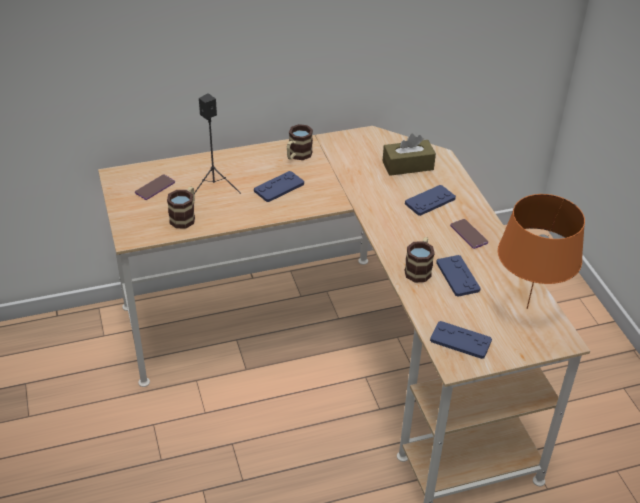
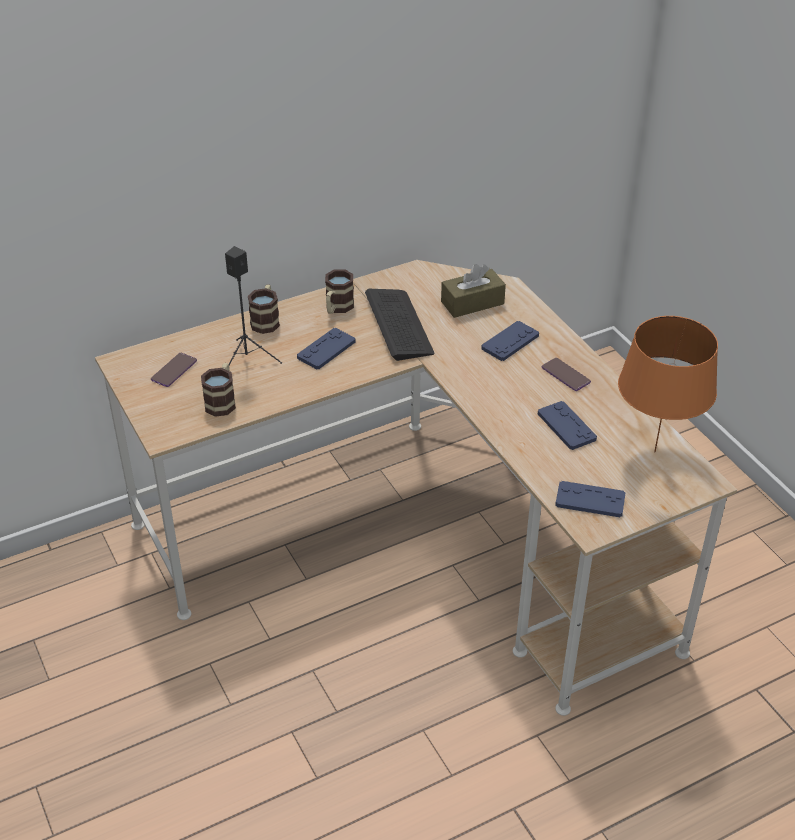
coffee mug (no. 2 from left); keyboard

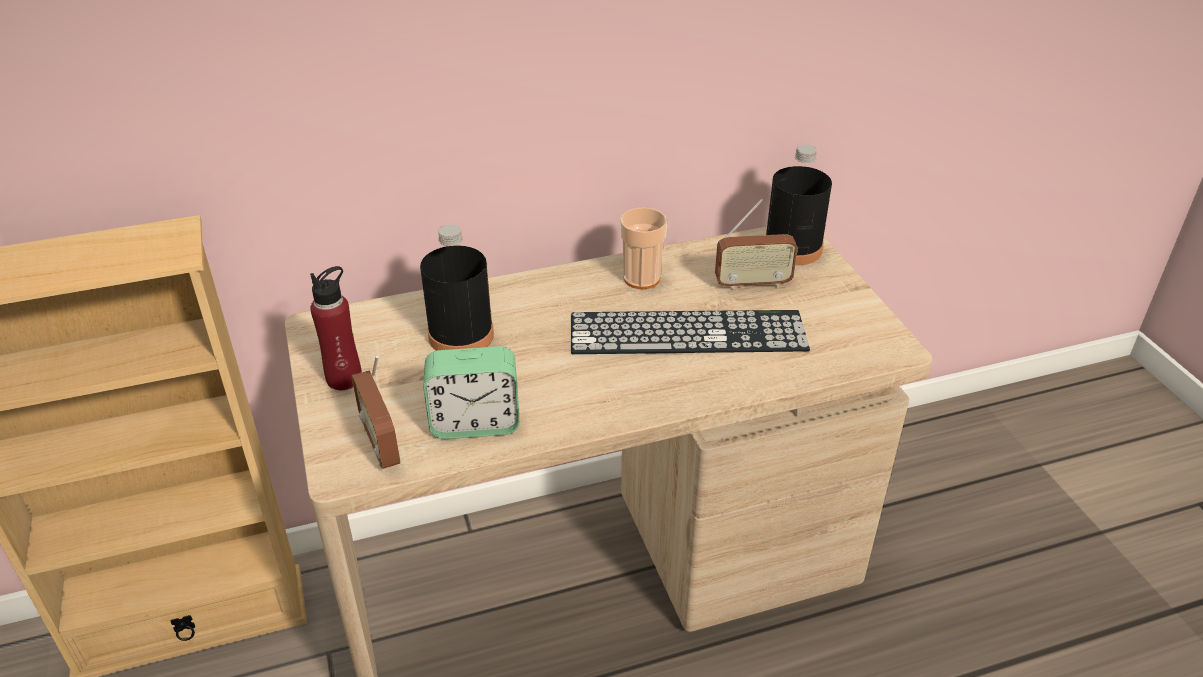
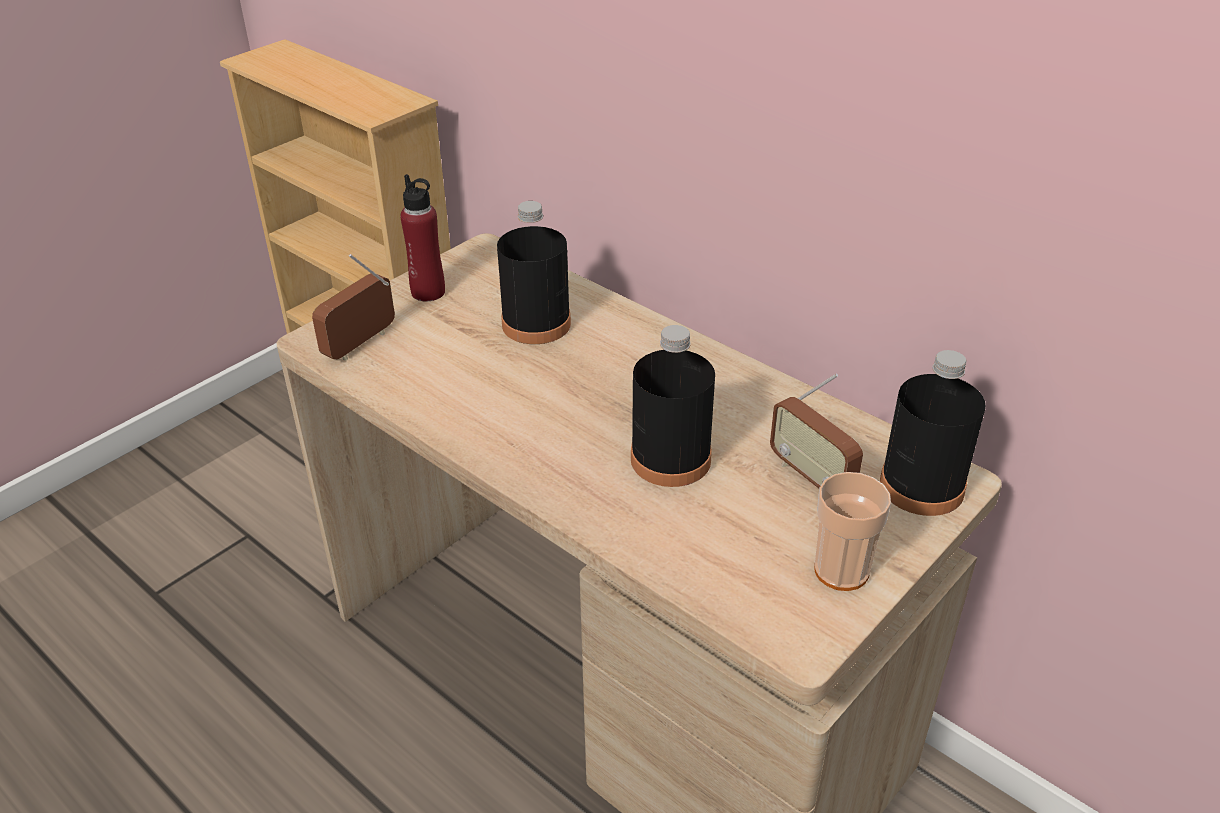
alarm clock; drink bottle (black-coloured) (no. 2 from left); drinking cup

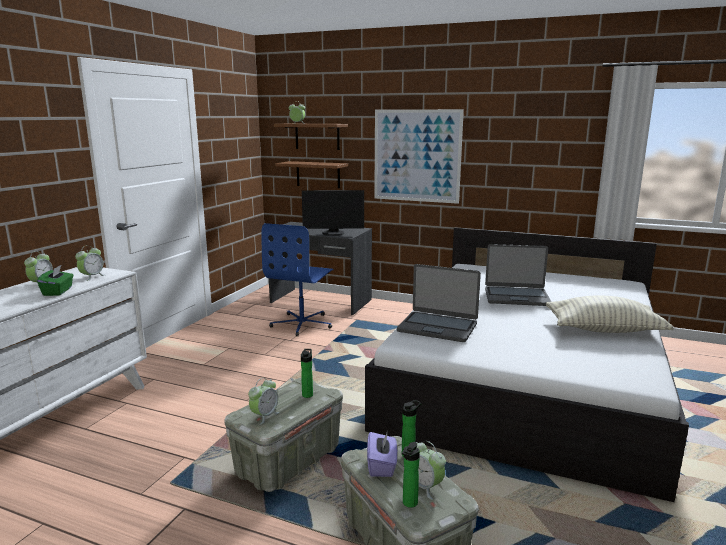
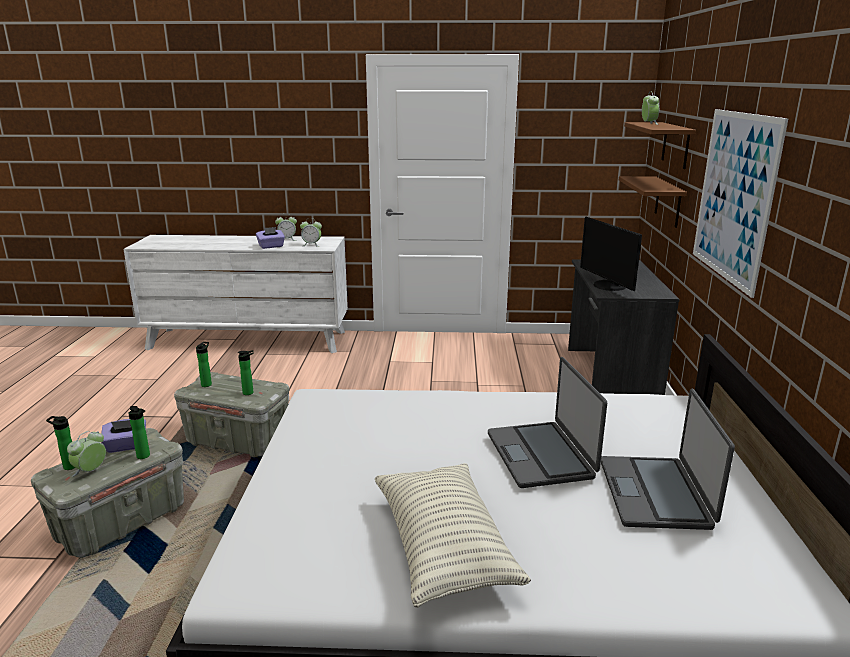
box of tissues (purplish) (no. 2 from left); drink bottle (no. 3 from left); computer chair (blue); notebook computer (no. 2 from left)

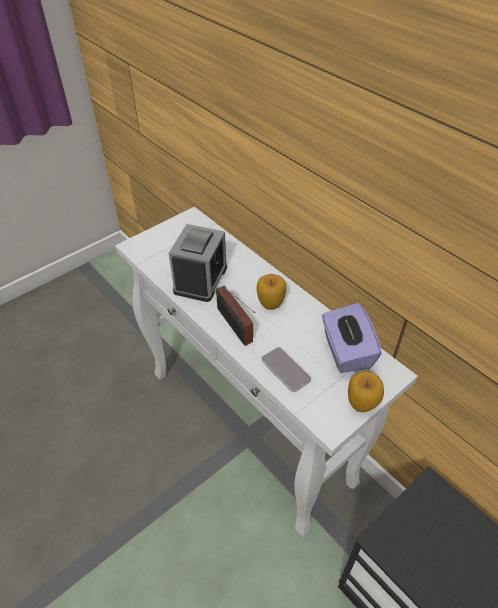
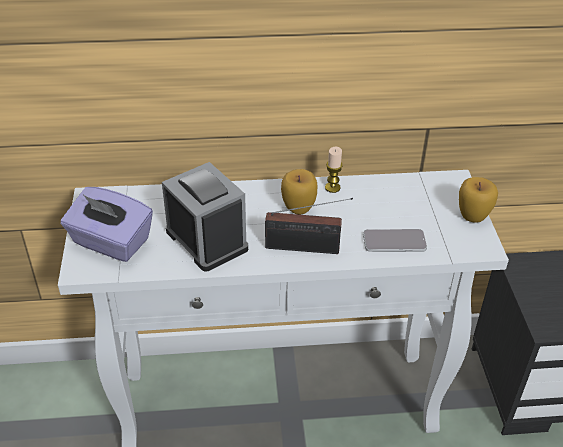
box of tissues (purplish); candle

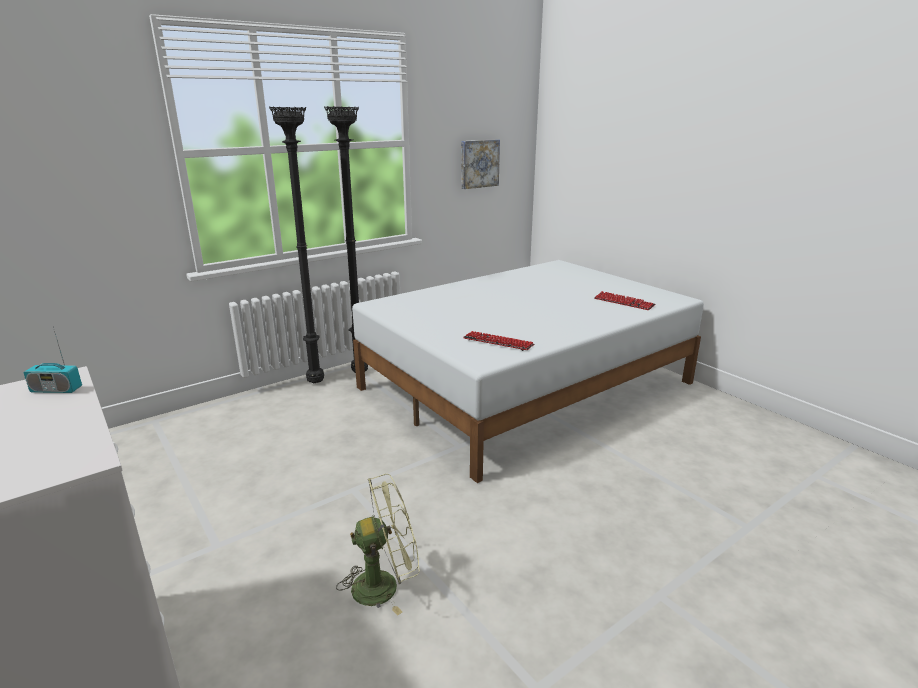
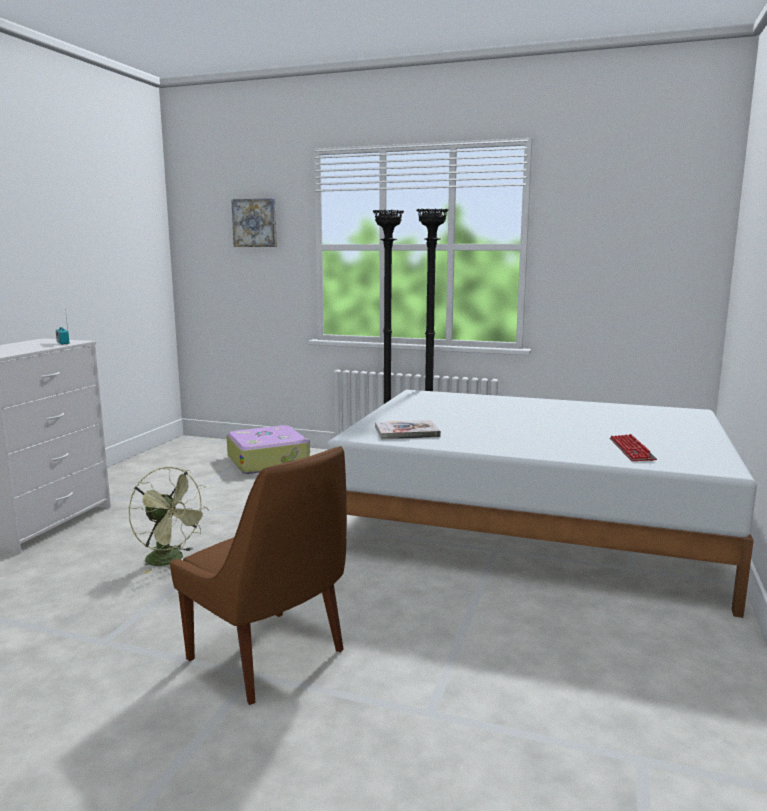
wall art; bound book; chair (brown-coloured); suitcase

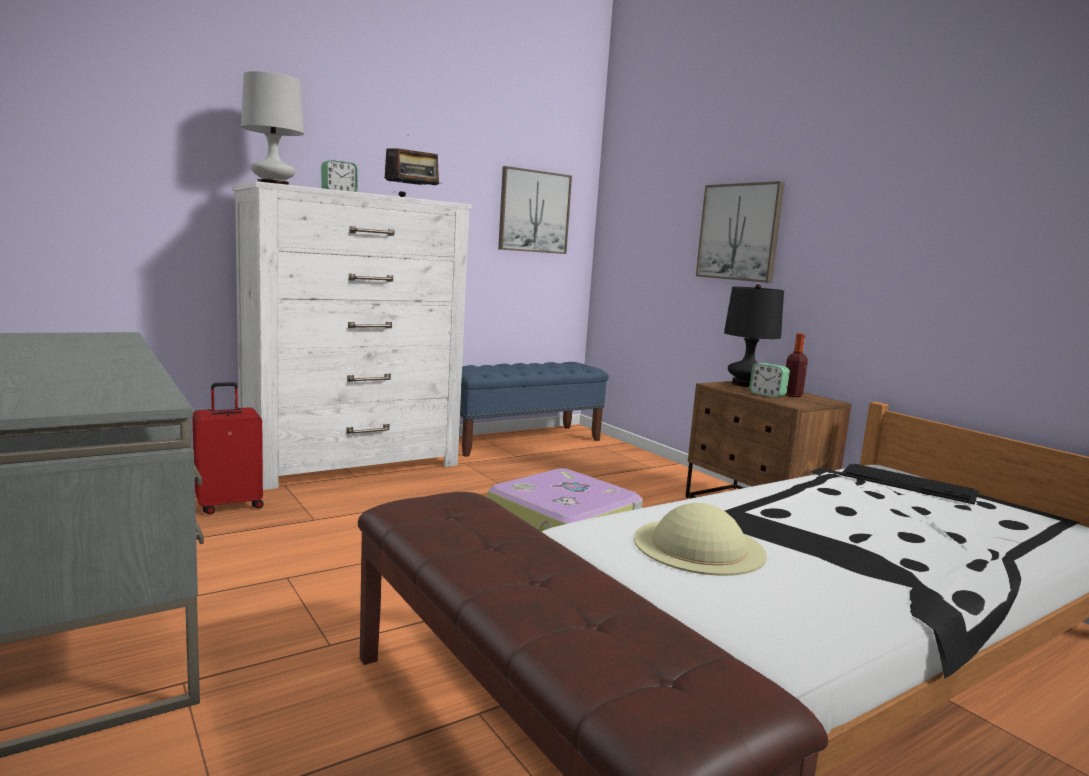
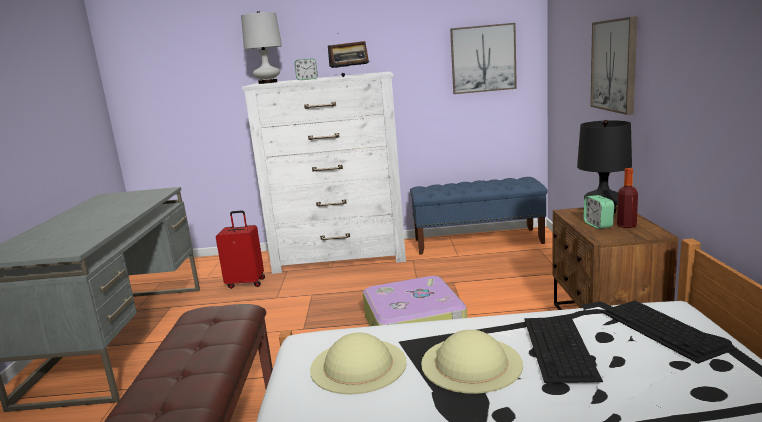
clothing hat (beige-coloured) (no. 2 from left); keyboard (no. 1 from left)

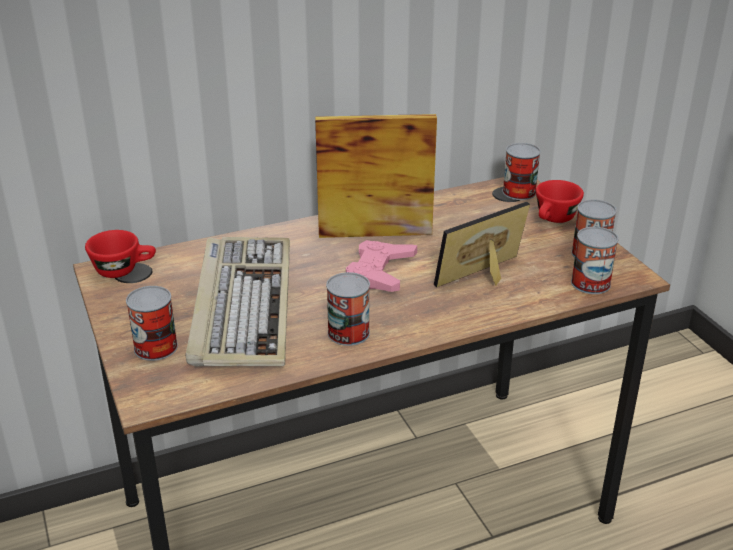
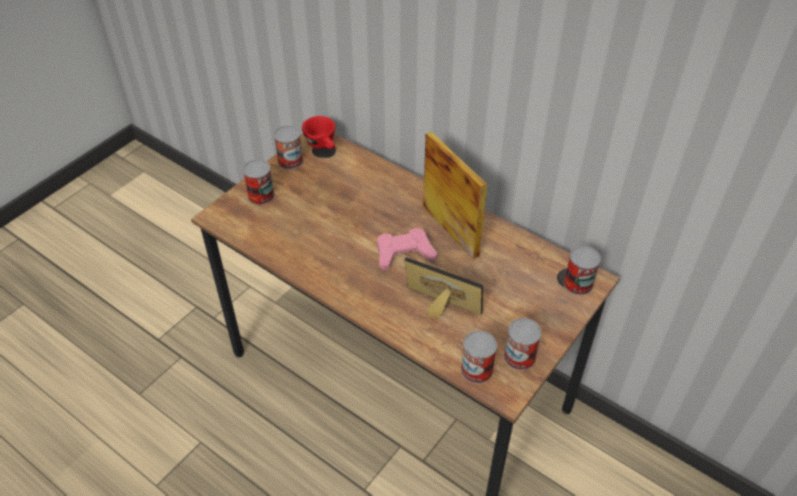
keyboard; metal can (no. 2 from left); drinking cup (red-coloured) (no. 2 from left in the first image)

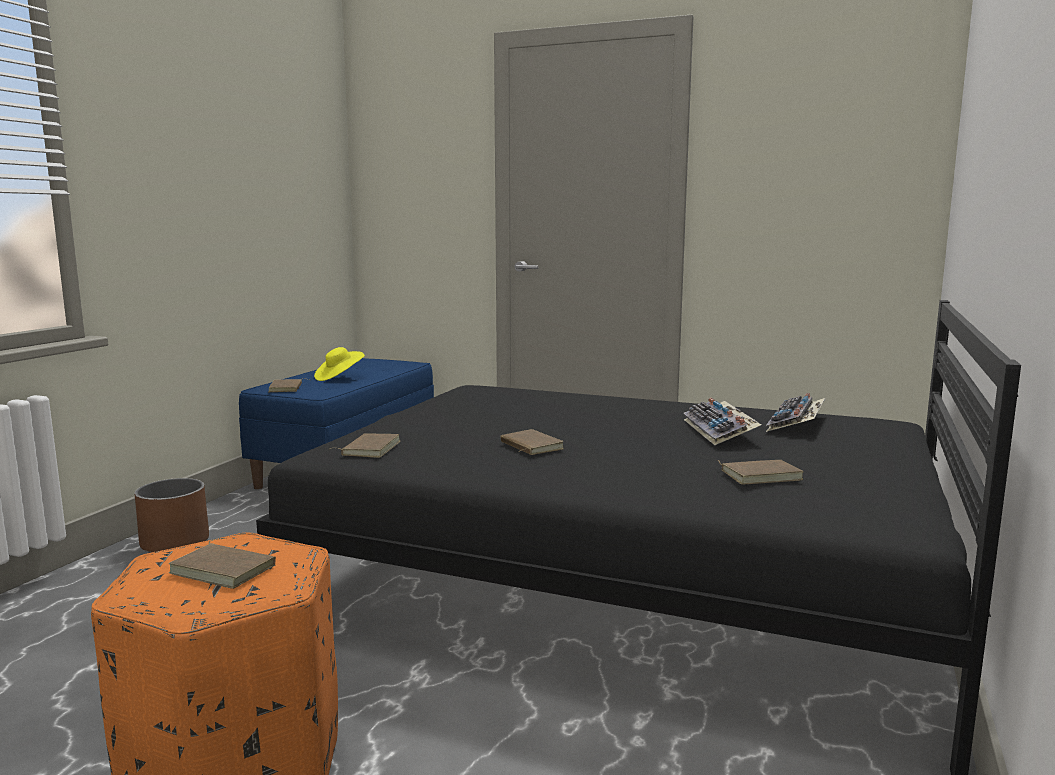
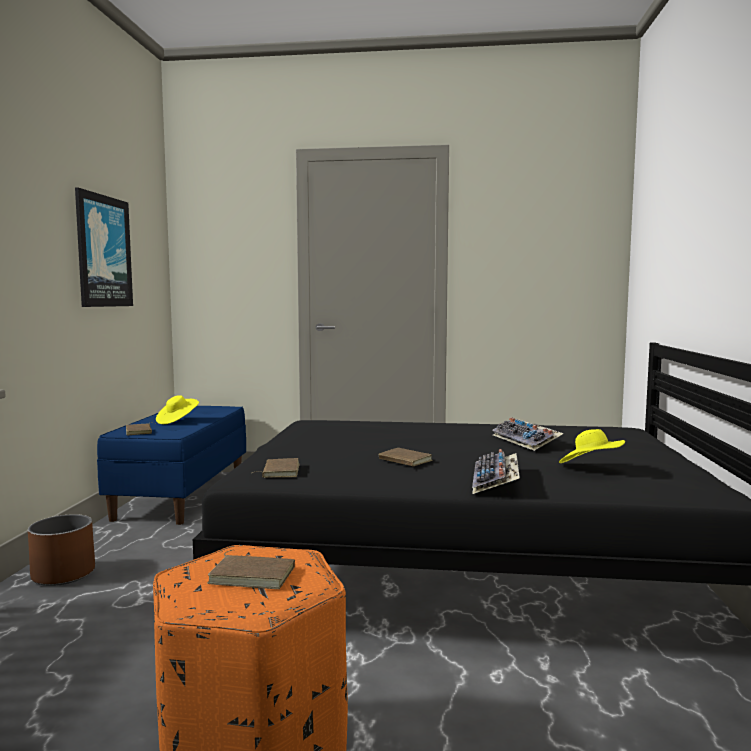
clothing hat (yellow-coloured) (no. 2 from left); keyboard (no. 1 from left); wall art

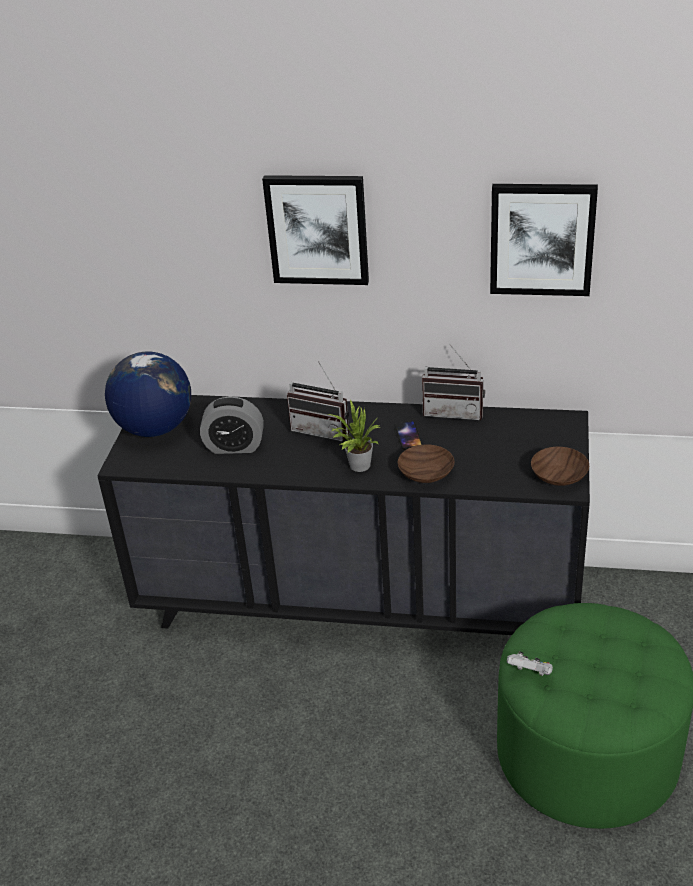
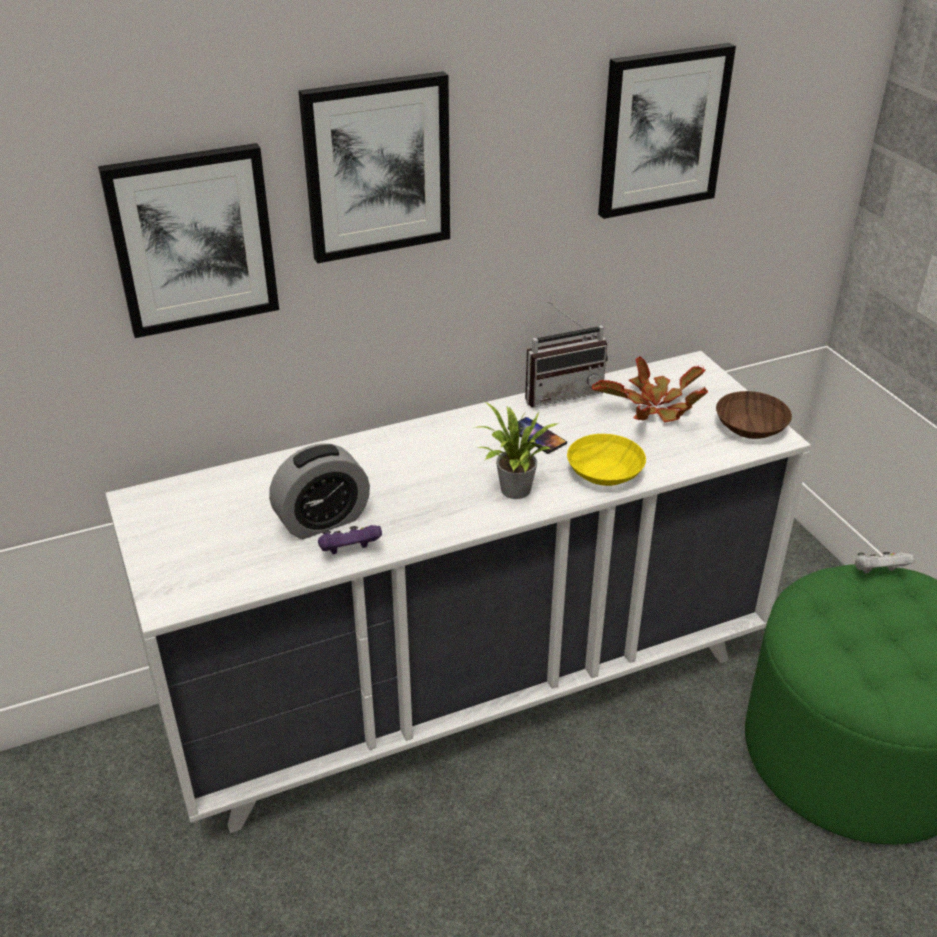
chest of drawers (white); desk globe; radio (no. 1 from left in the first image); deep dish (yellow-coloured); gamepad (white); wall art (no. 1 from left); gamepad (purplish); houseplant (no. 2 from left)

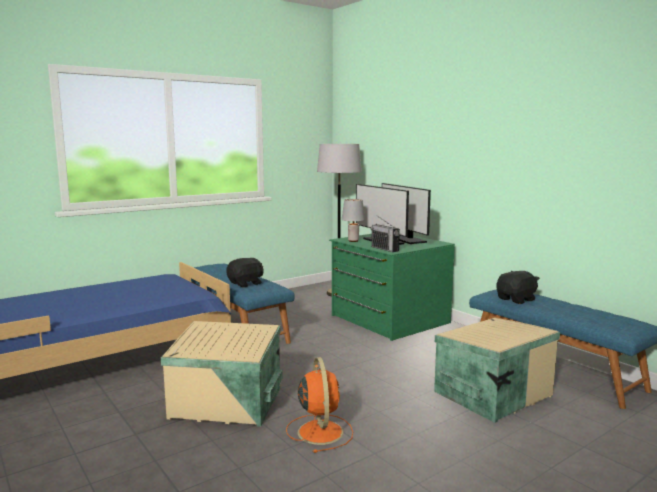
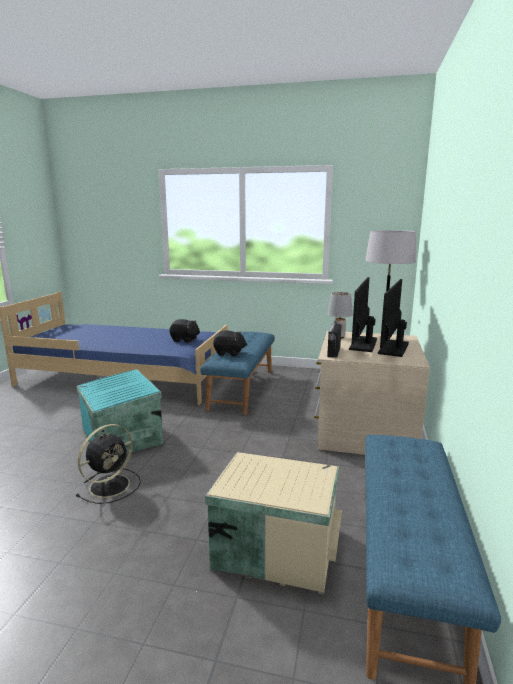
storage box (blue-green); electric fan (black-coloured); chest of drawers (beige-coloured); plush toy (black-coloured) (no. 1 from left)

